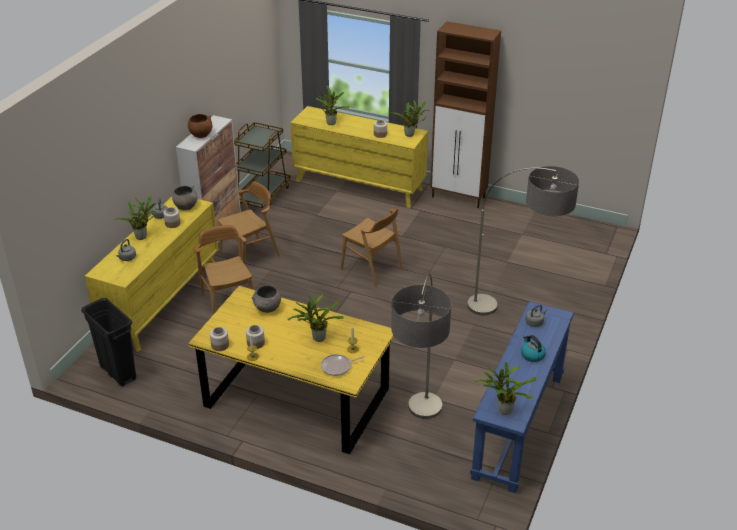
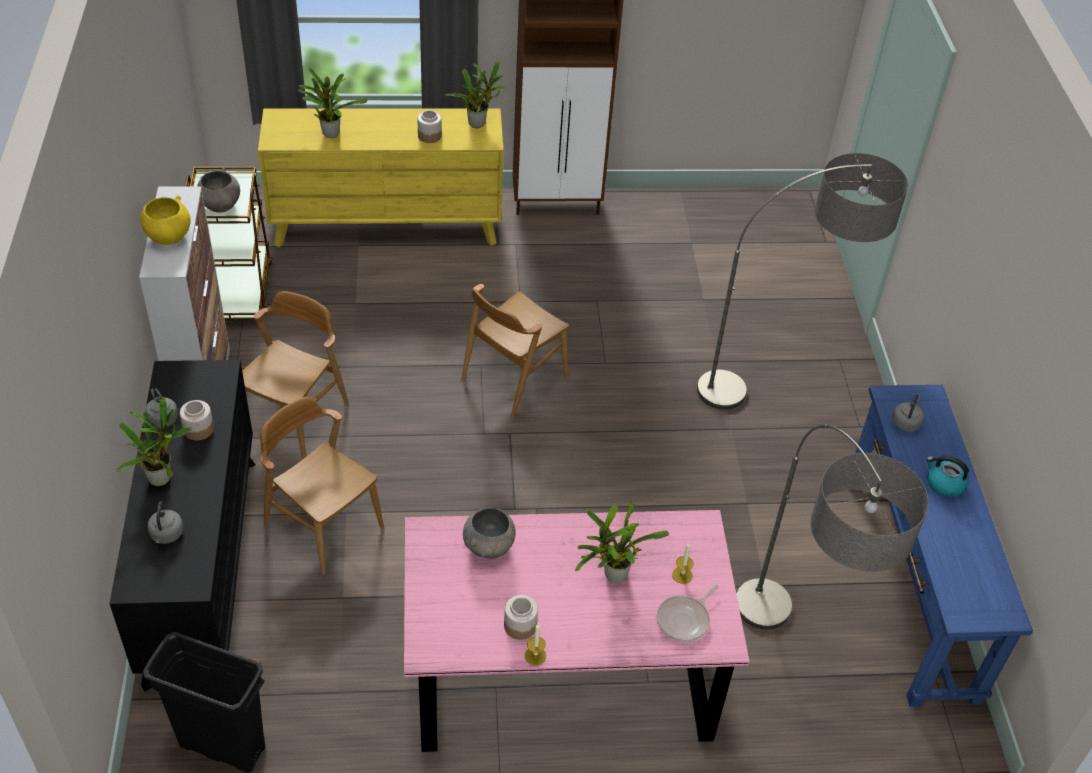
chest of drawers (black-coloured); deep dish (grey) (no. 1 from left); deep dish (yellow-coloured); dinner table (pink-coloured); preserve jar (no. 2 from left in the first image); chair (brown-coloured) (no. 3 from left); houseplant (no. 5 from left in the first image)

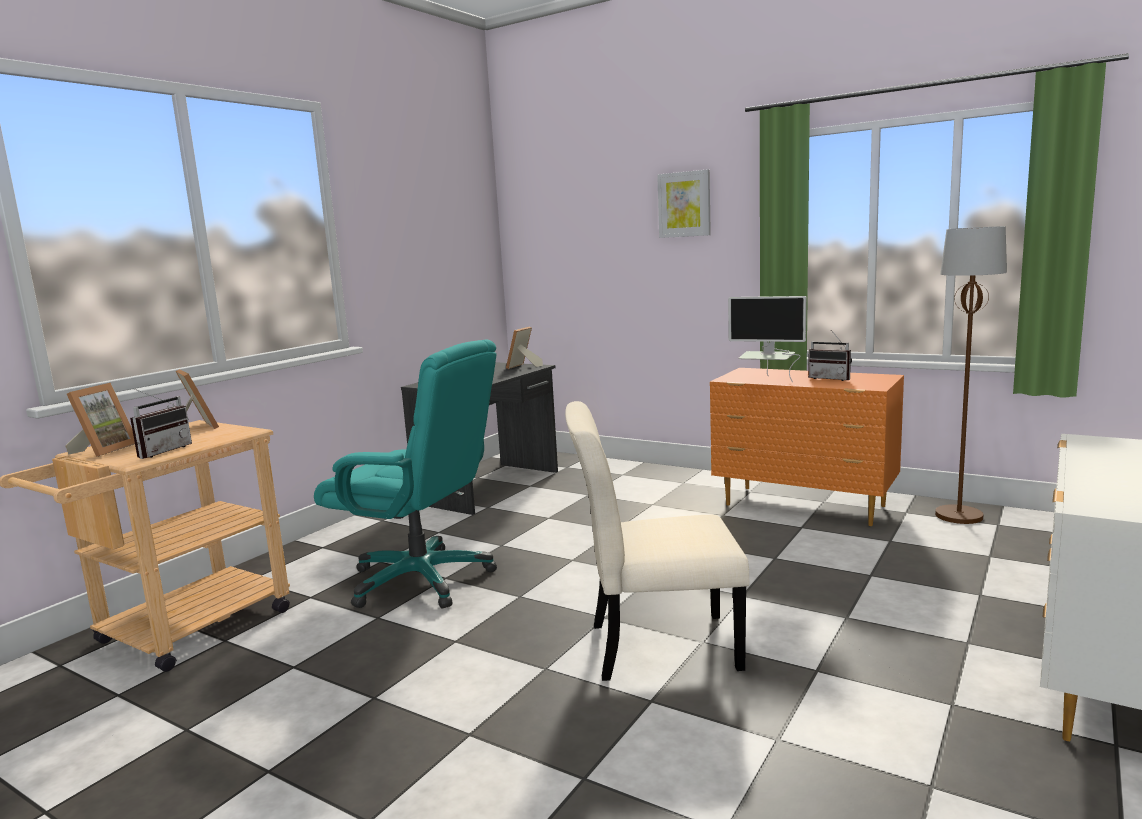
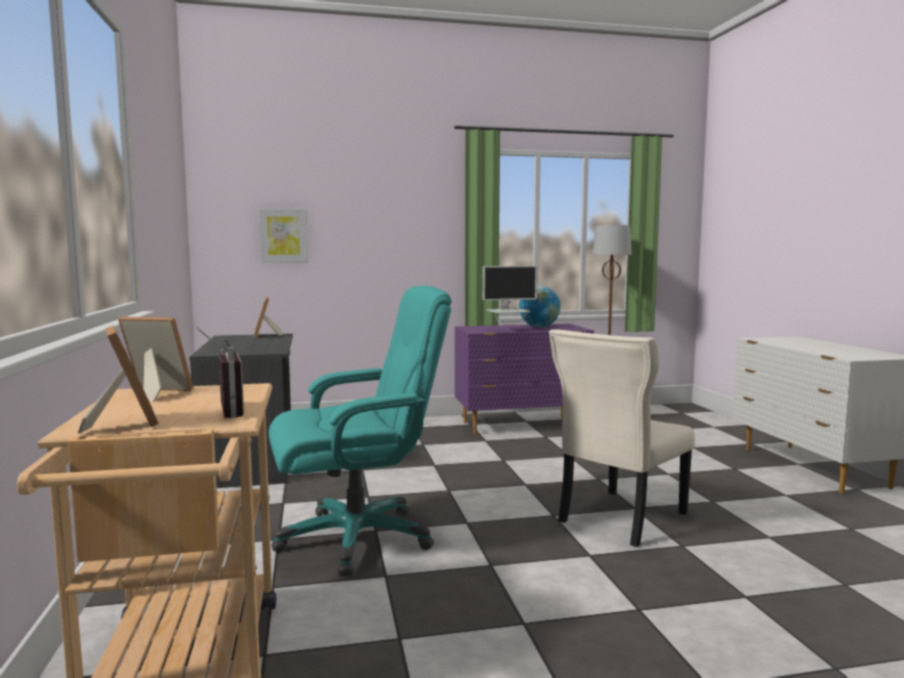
wall art; chest of drawers (purplish); desk globe

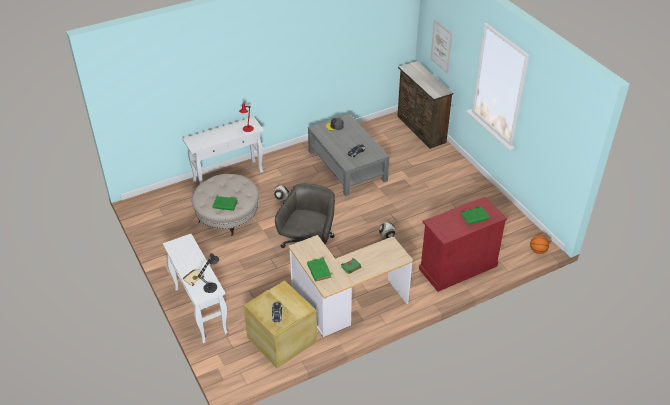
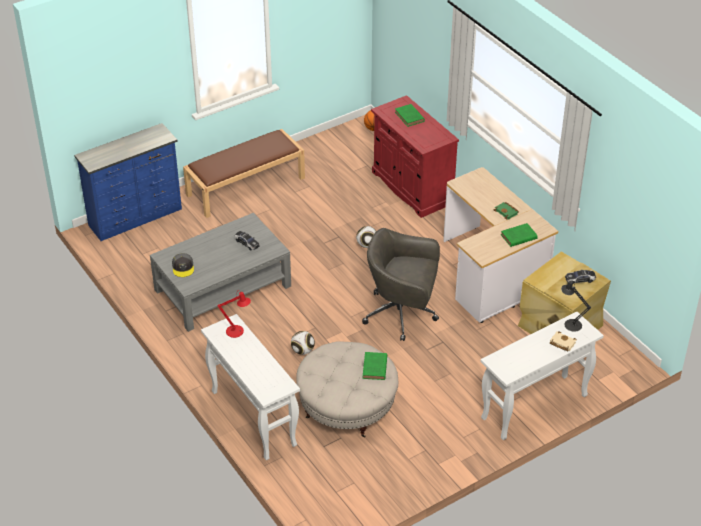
chest of drawers (blue); wall art; indoor bench (brown-coloured)

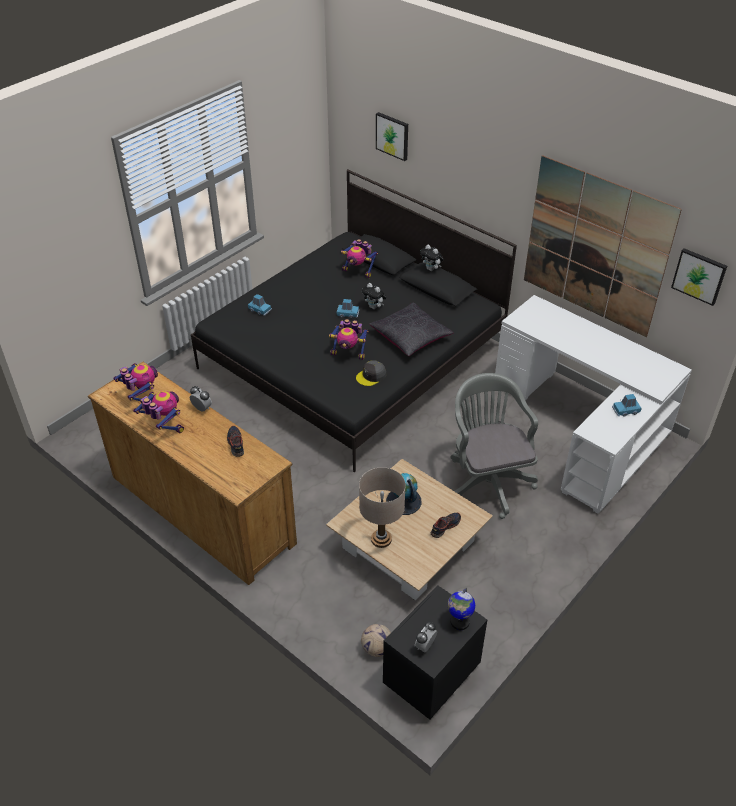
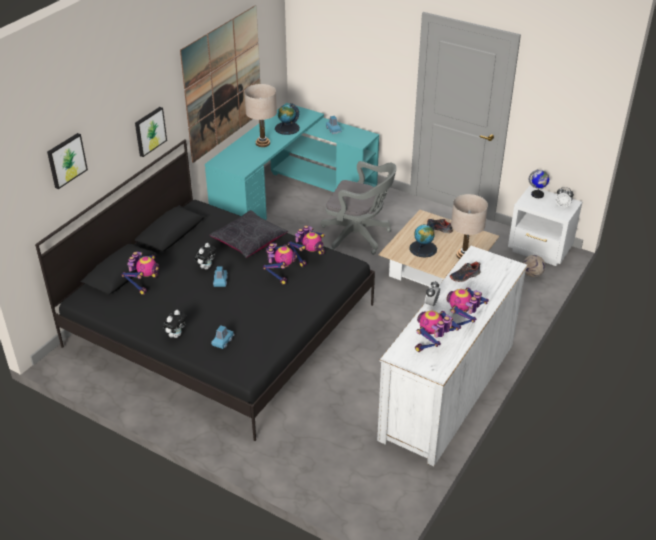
chest of drawers (white); model robot (no. 3 from left); night table (white); plush toy (no. 1 from left); computer chair (grey); desk unit (blue-green); wall art (no. 2 from left); tabletop lamp (beige-coloured) (no. 1 from left); desk globe (no. 1 from left)

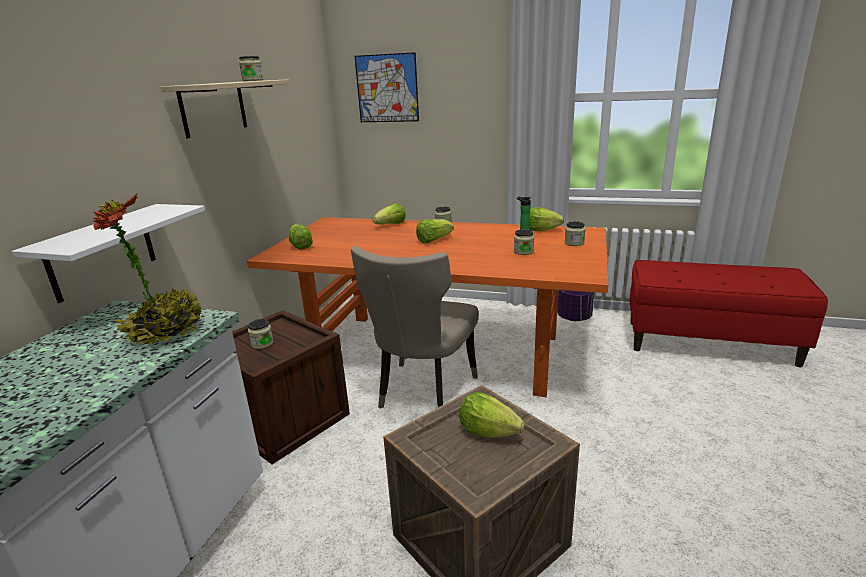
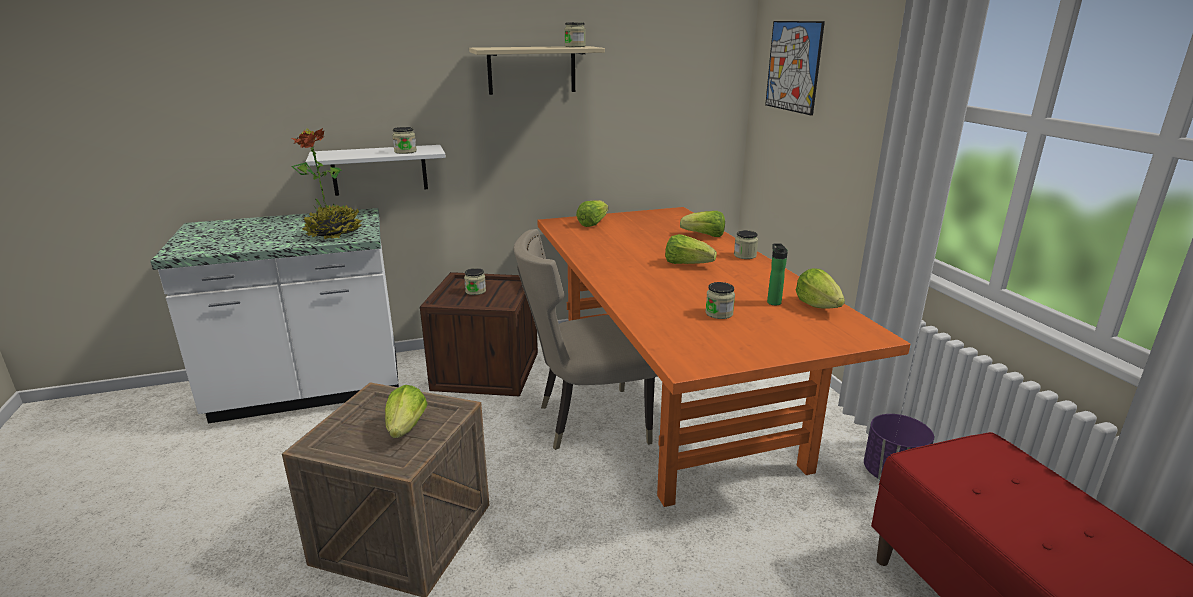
preserve jar (no. 1 from left)

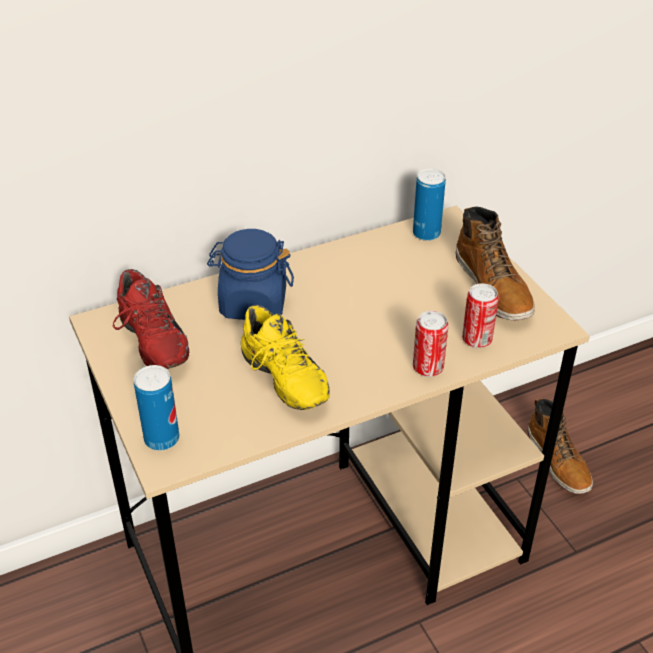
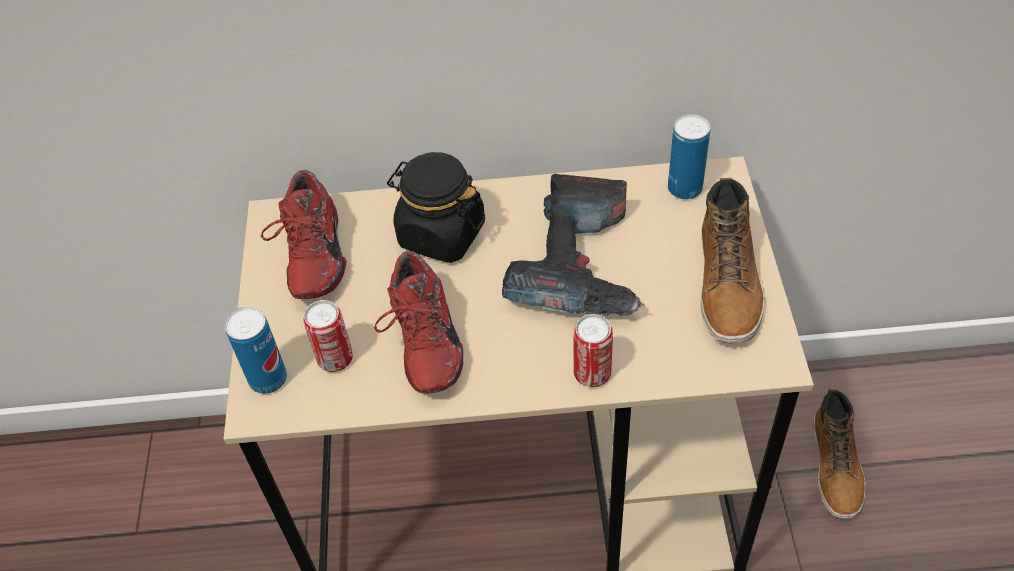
preserve jar (black-coloured); item of footwear (red-coloured) (no. 2 from left); metal can (no. 2 from left); drill

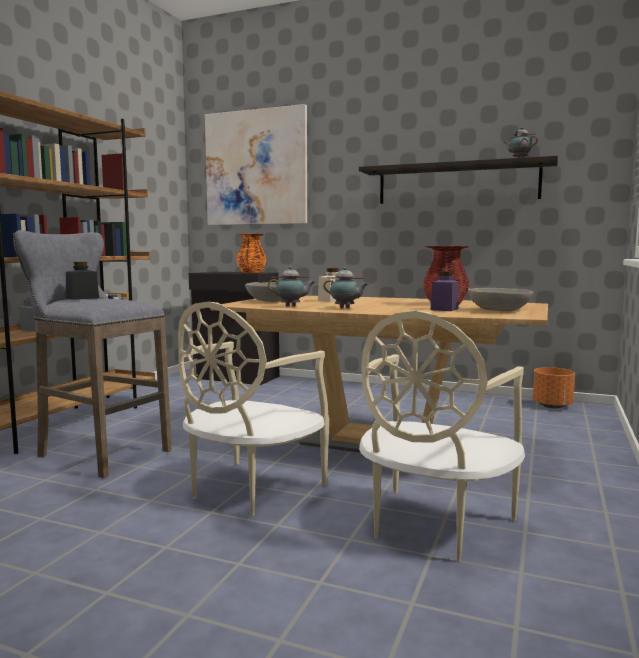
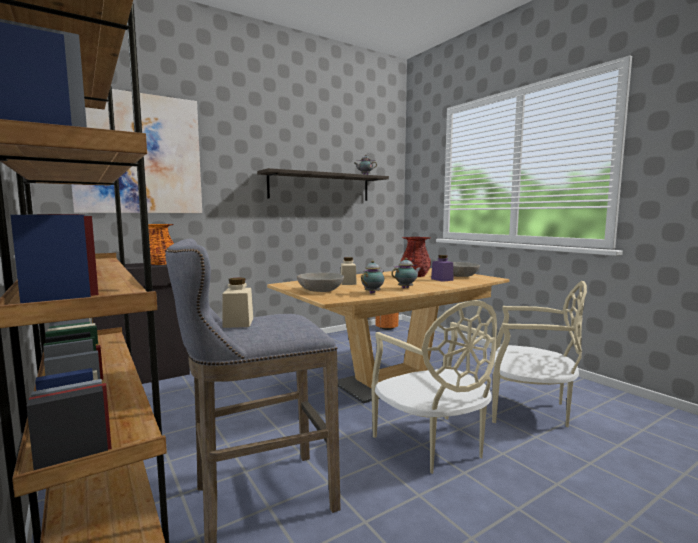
preserve jar (beige-coloured) (no. 1 from left); chair (beige-coloured) (no. 2 from left)

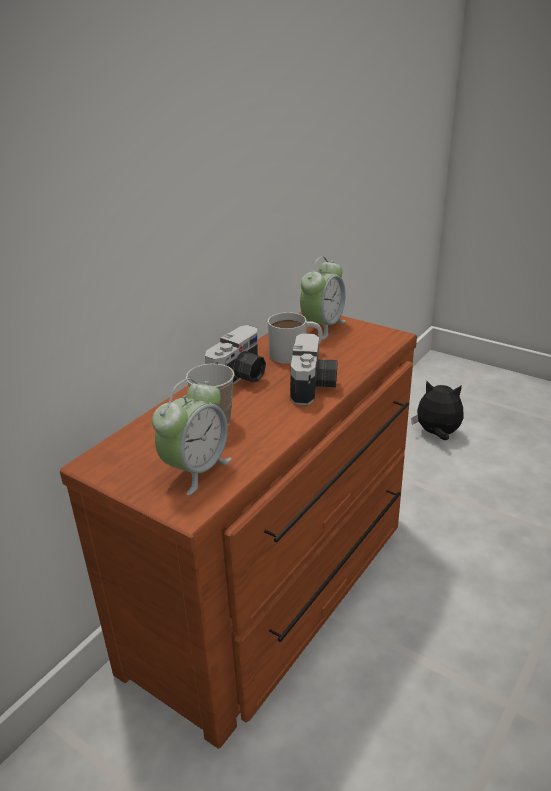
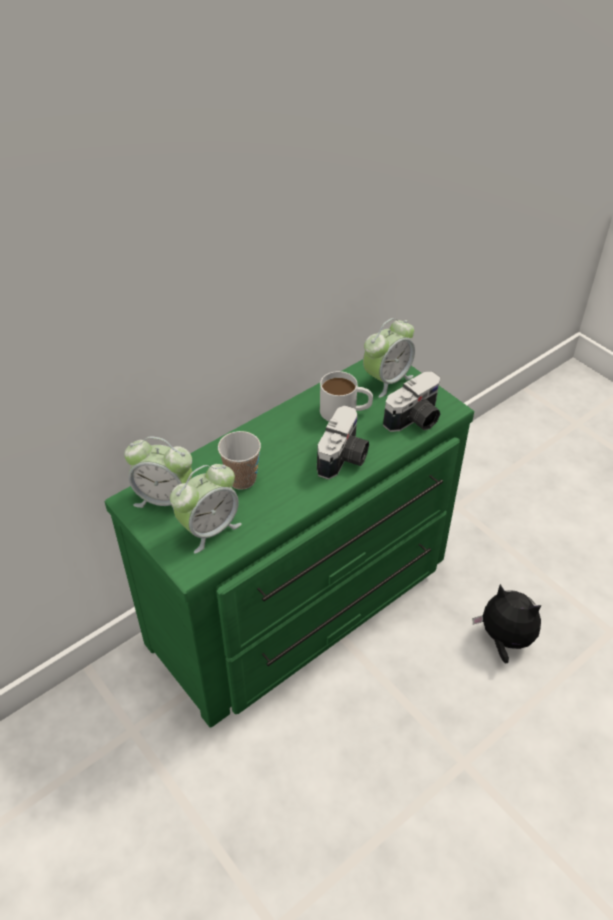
chest of drawers (green); still camera (no. 2 from left); plush toy; alarm clock (no. 1 from left)

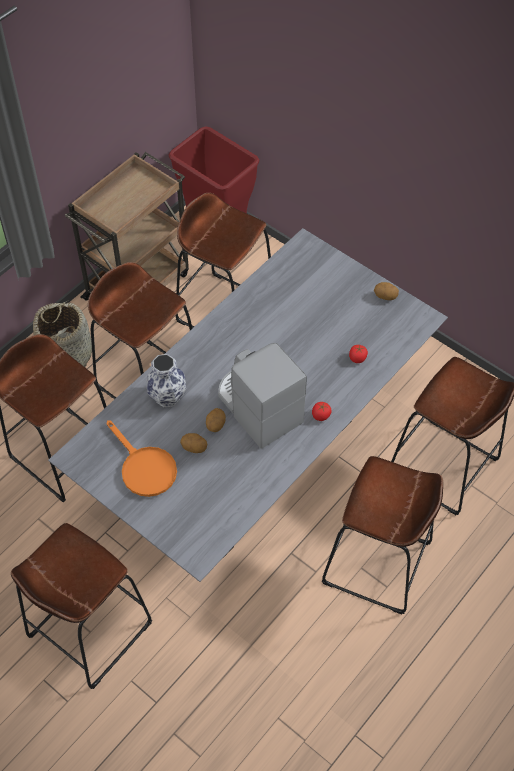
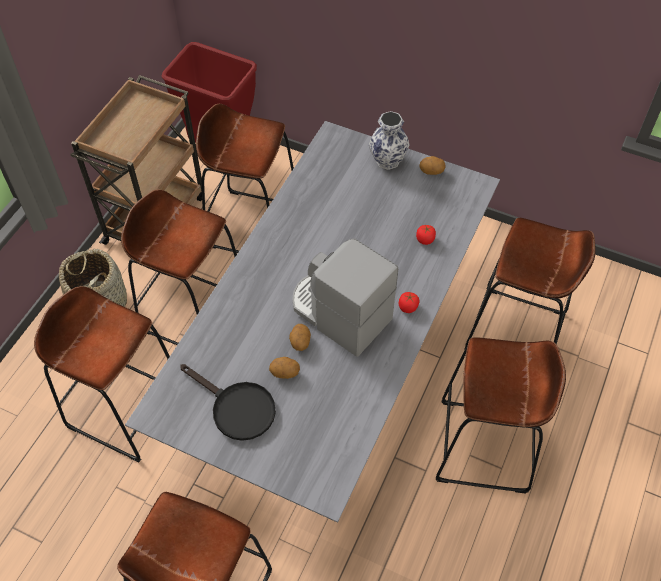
pan (black-coloured); vase

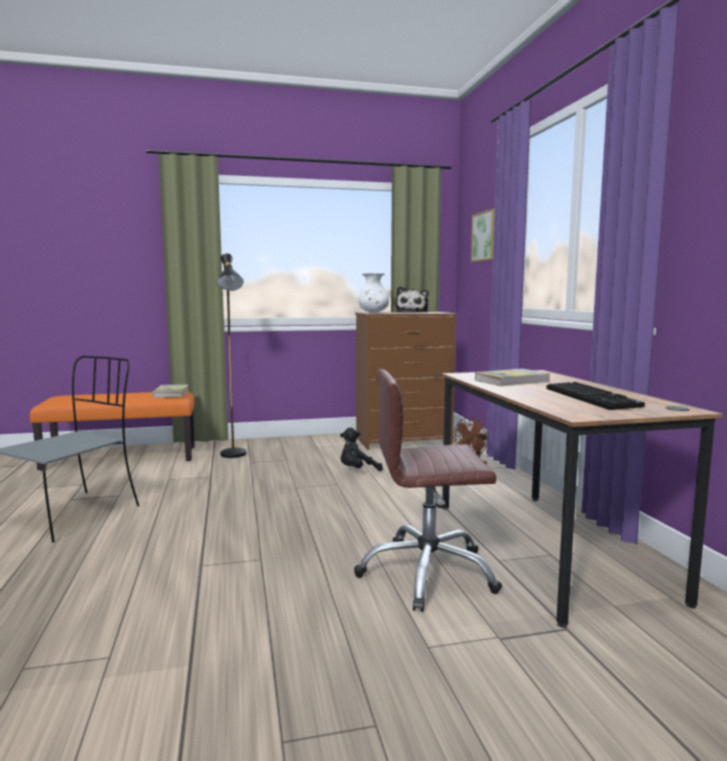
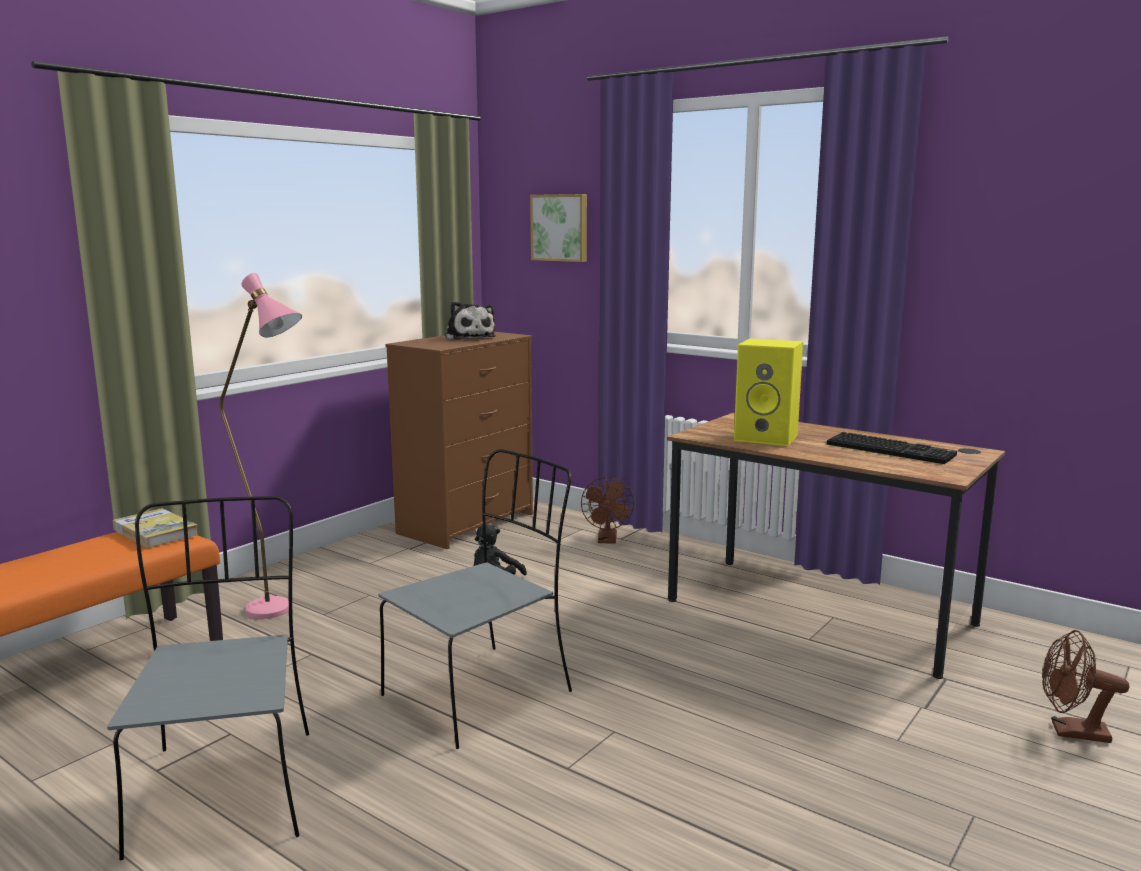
floor lamp (pink-coloured); computer chair (brown-coloured); vase (white); loudspeaker (yellow-coloured); chair (grey) (no. 2 from left); electric fan (brown-coloured) (no. 2 from left)

